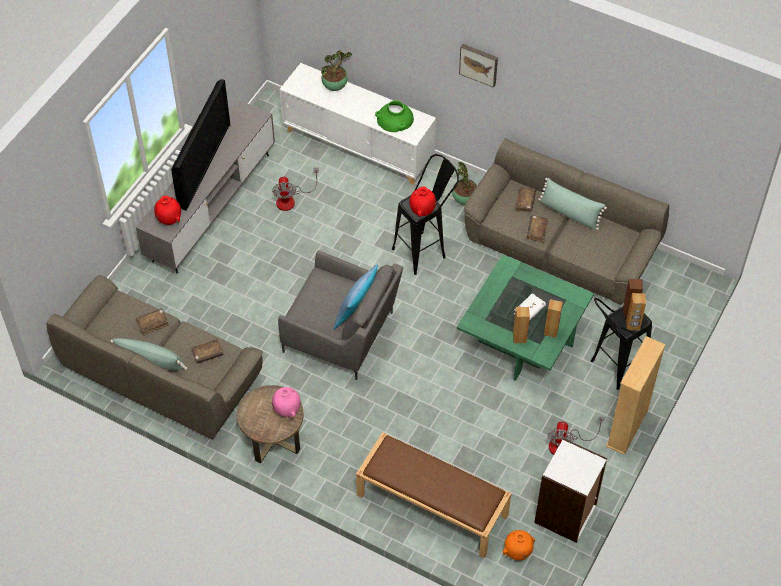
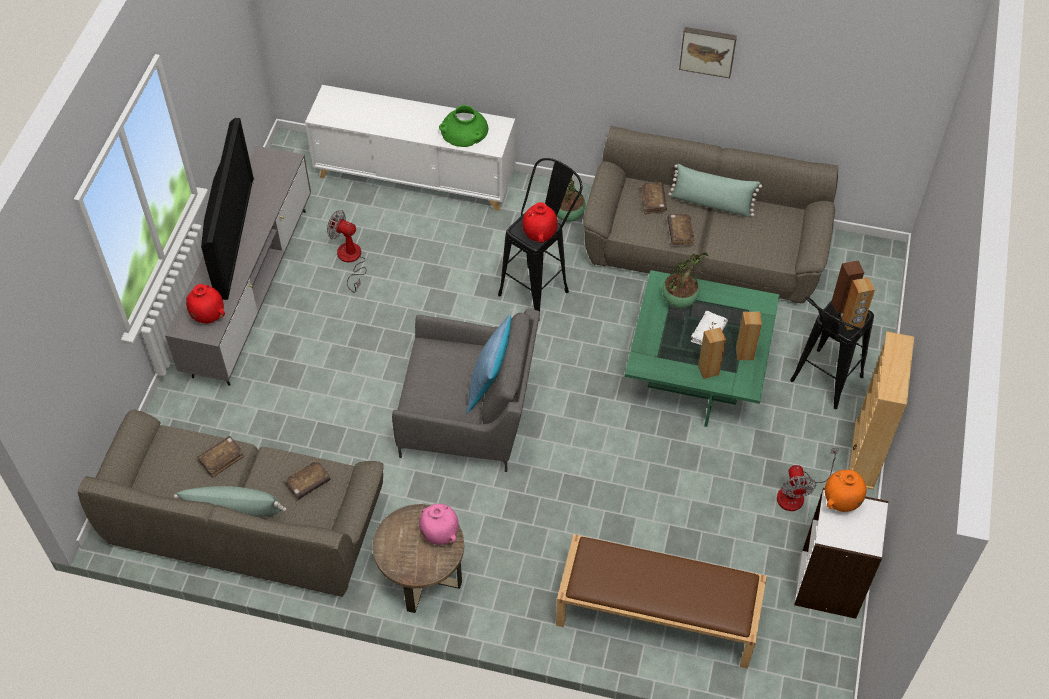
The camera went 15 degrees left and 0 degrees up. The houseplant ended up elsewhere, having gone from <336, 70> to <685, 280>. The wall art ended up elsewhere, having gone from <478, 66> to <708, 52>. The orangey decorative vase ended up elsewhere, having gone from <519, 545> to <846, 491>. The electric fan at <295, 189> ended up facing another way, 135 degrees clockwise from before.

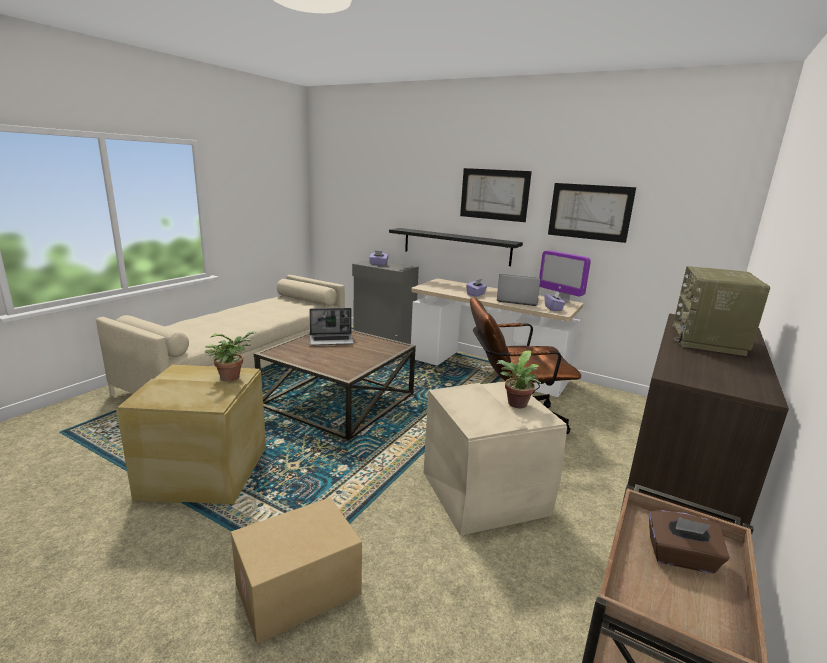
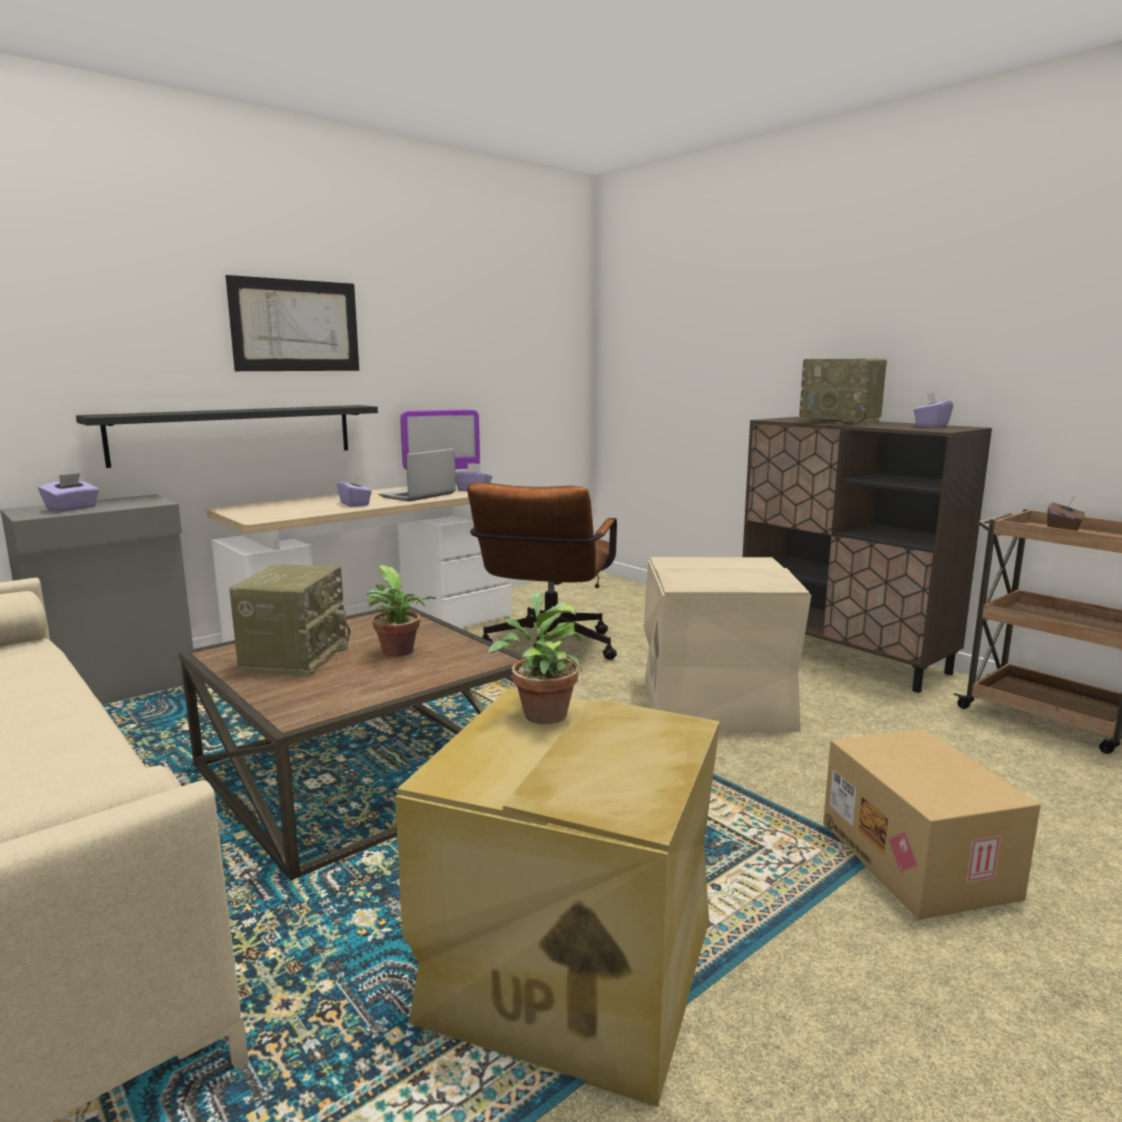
The camera went 70 degrees left and 5 degrees down. The second view lost the wall art at <592, 213>. The second view gained the purple tissue holder at <933, 409>. The houseplant ended up elsewhere, having gone from <518, 379> to <401, 611>. Where the laptop stood at <331, 326>, the radio came to stand at <289, 620>.

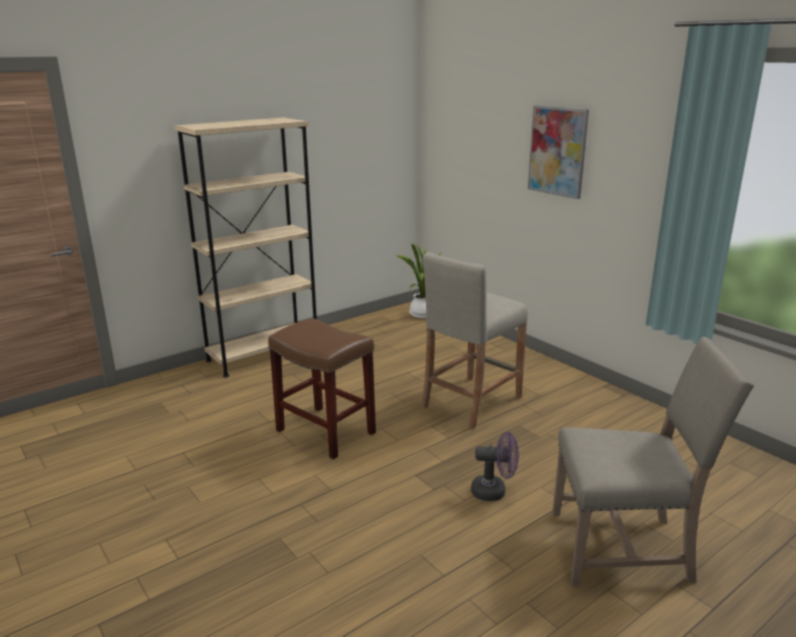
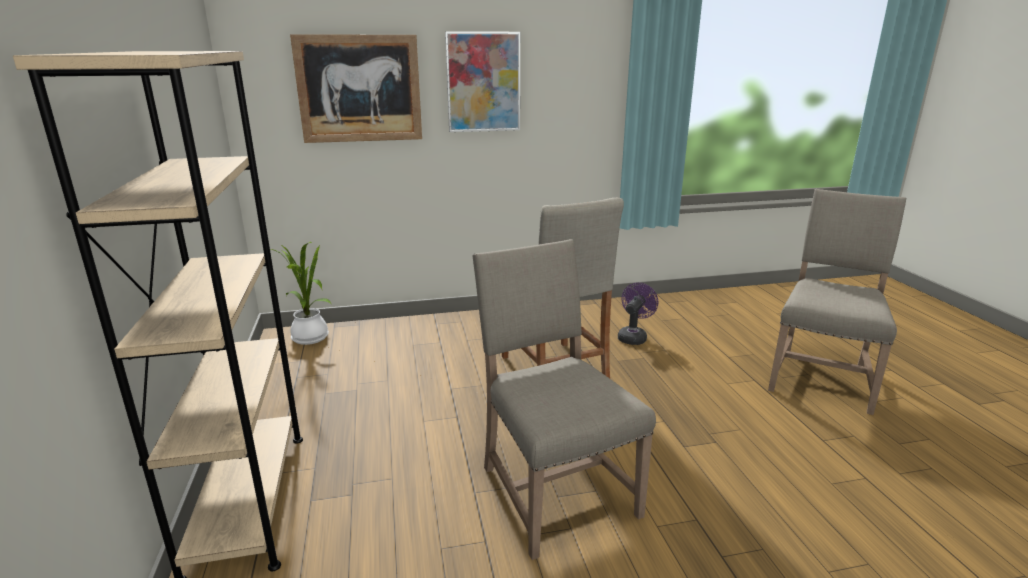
The camera went 65 degrees left and 0 degrees up. The second view gained the wall art at <356, 88>. The purple electric fan ended up elsewhere, having gone from <495, 466> to <638, 314>. Where the brown stool seat stood at <322, 389>, the beige-coloured chair came to stand at <564, 399>.

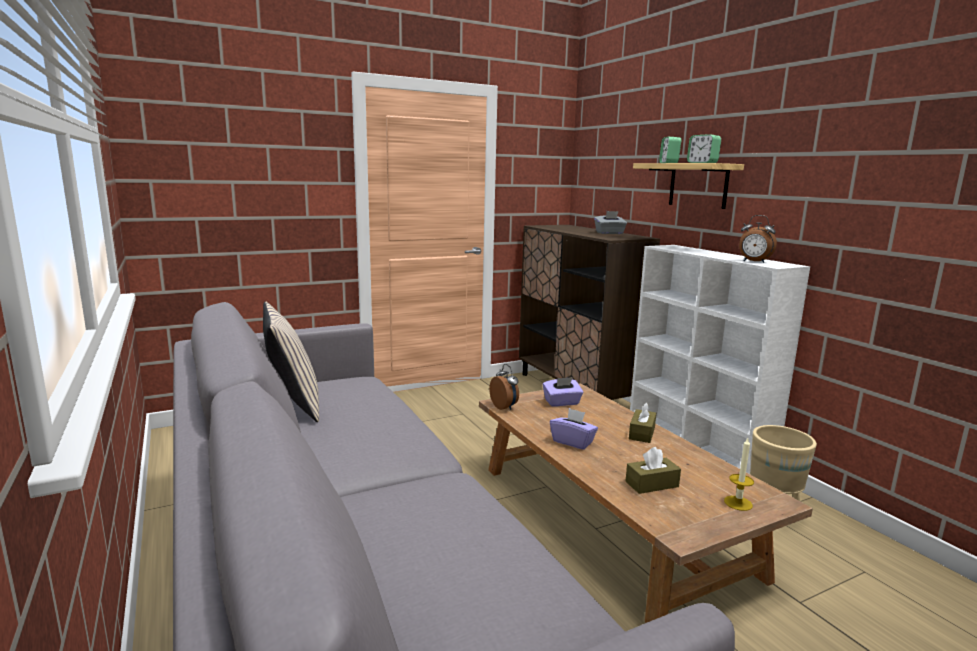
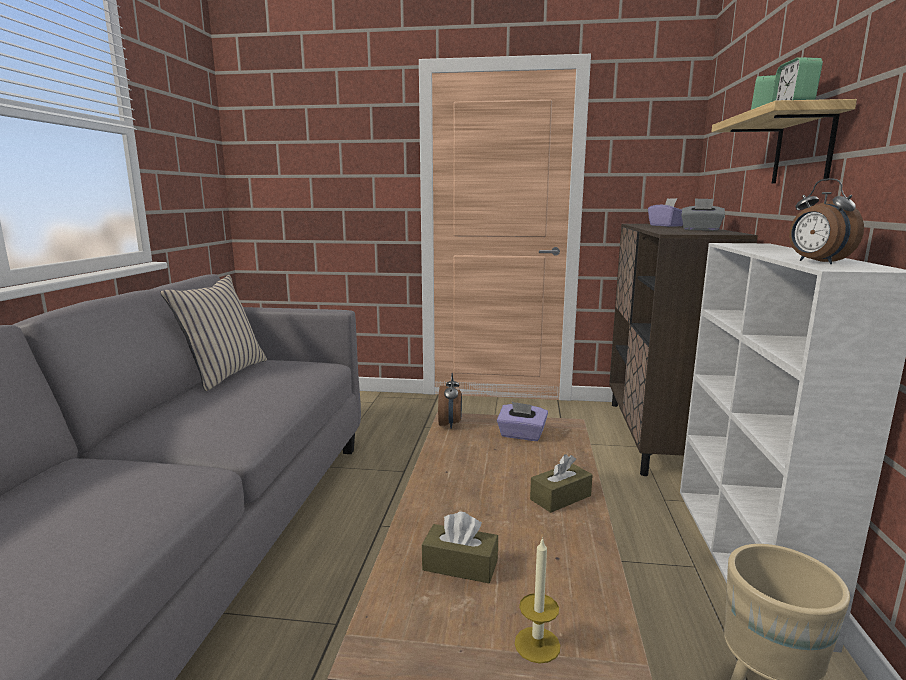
The camera went 35 degrees right and 0 degrees up. The purple tissue holder ended up elsewhere, having gone from <574, 429> to <665, 212>.

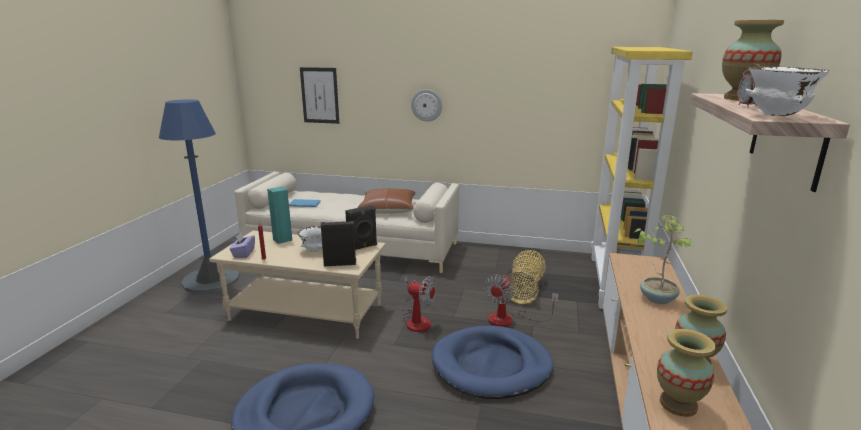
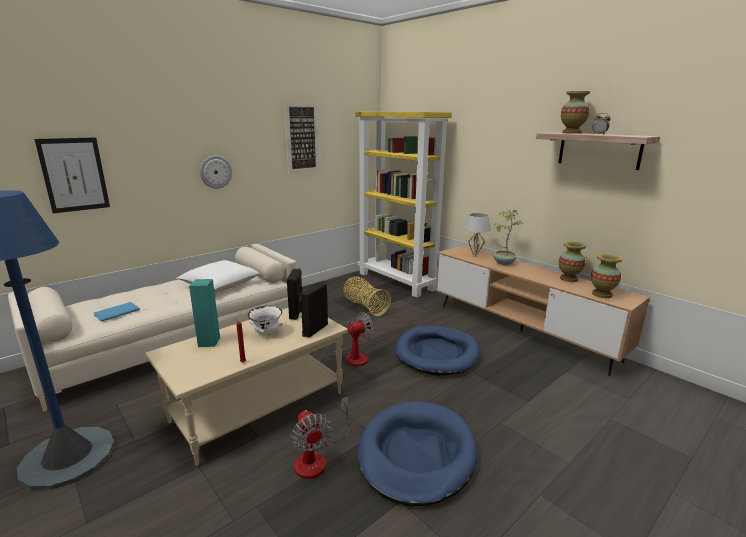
The camera went 55 degrees left and 0 degrees up. The second view lost the purple tissue holder at <242, 245>. The second view lost the white-coloured deep dish at <787, 91>. The second view gained the wall art at <302, 138>. The second view gained the white-coloured lamp for a table at <478, 235>. The electric fan ended up elsewhere, having gone from <521, 301> to <320, 438>. What was the brown cushion at <387, 201> turned into the white-coloured cushion at <218, 276>.

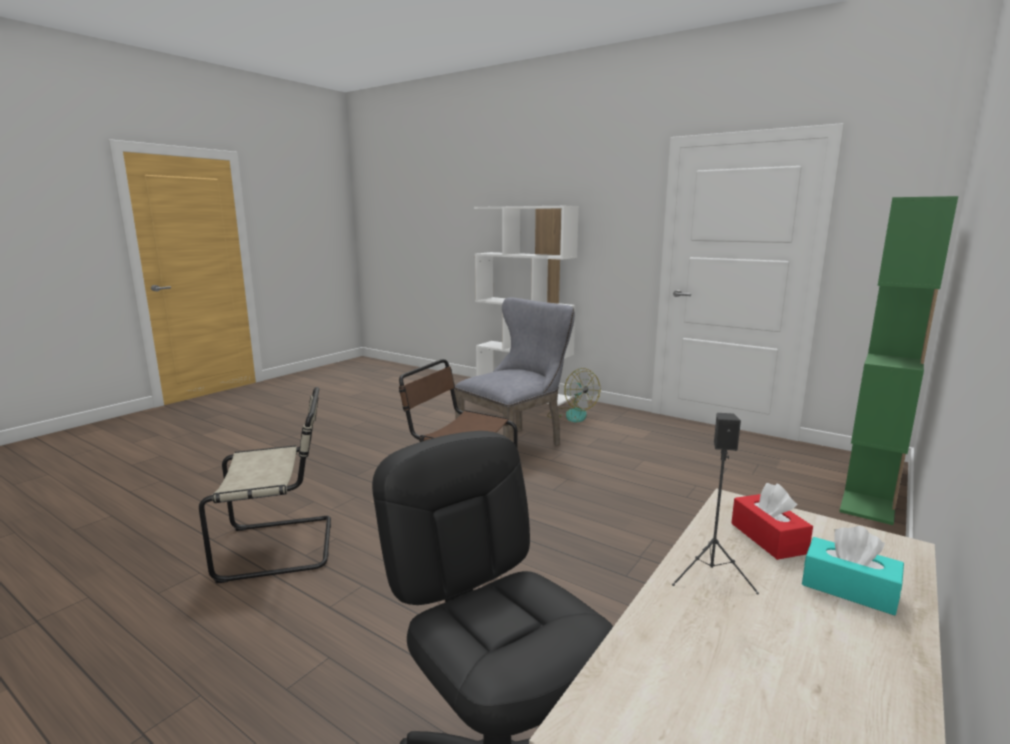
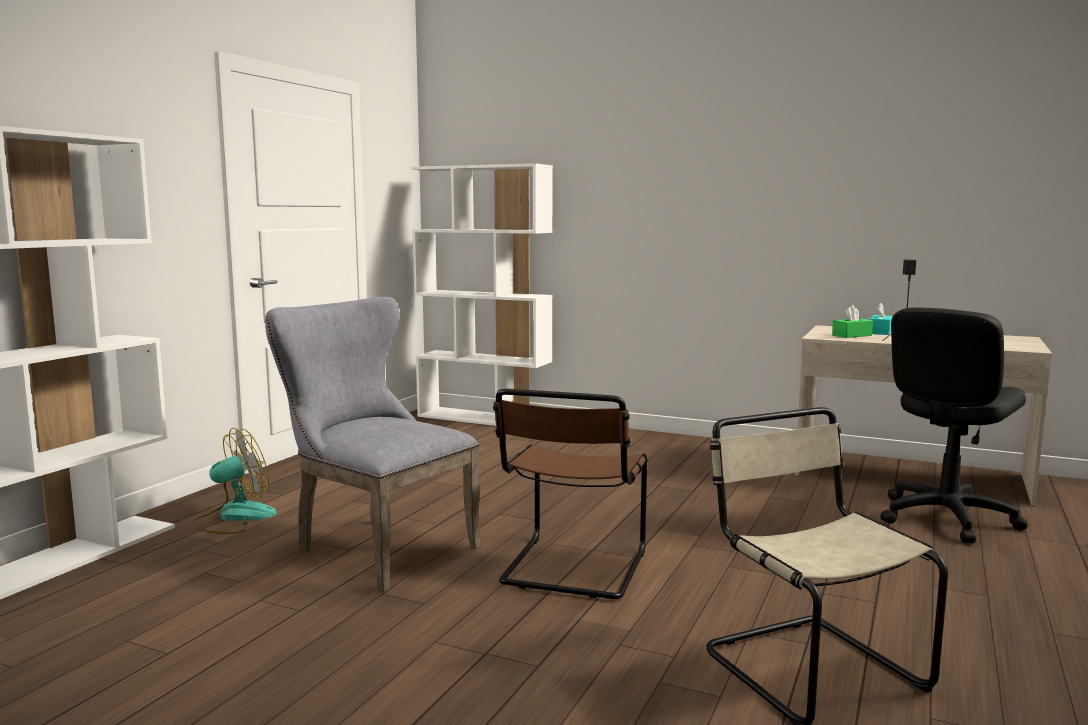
The camera went 100 degrees left and 5 degrees down. What was the red tissue holder at <772, 521> turned into the green tissue holder at <852, 321>. What was the green bookcase at <898, 360> turned into the white-coloured bookcase at <482, 294>.

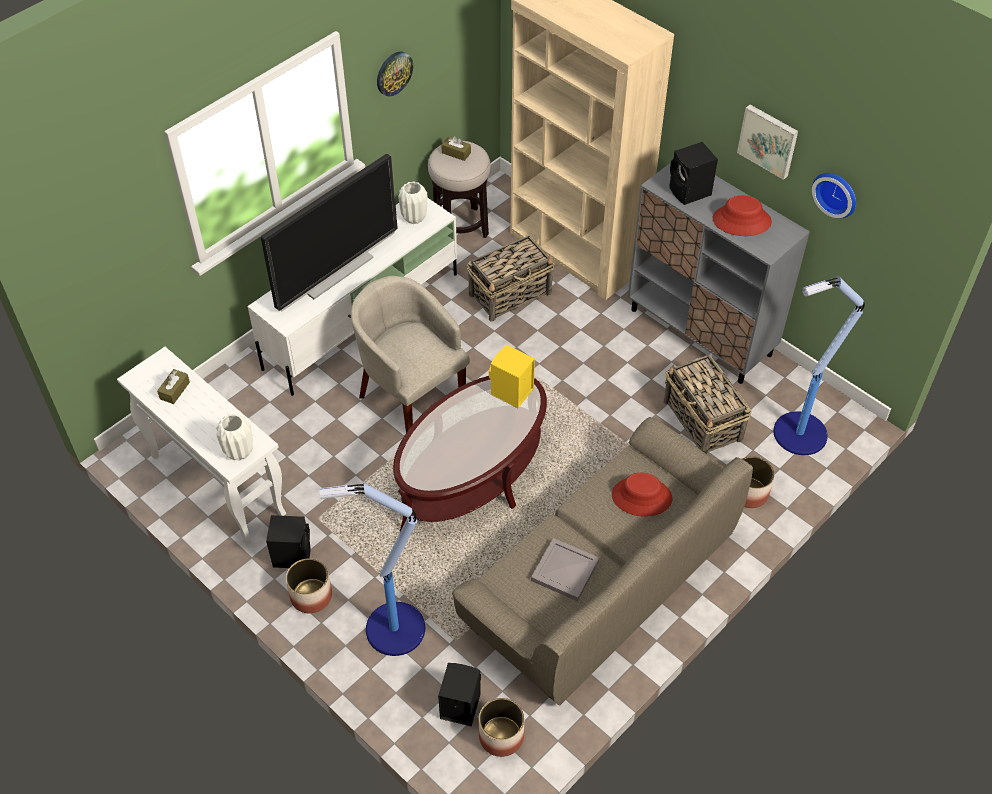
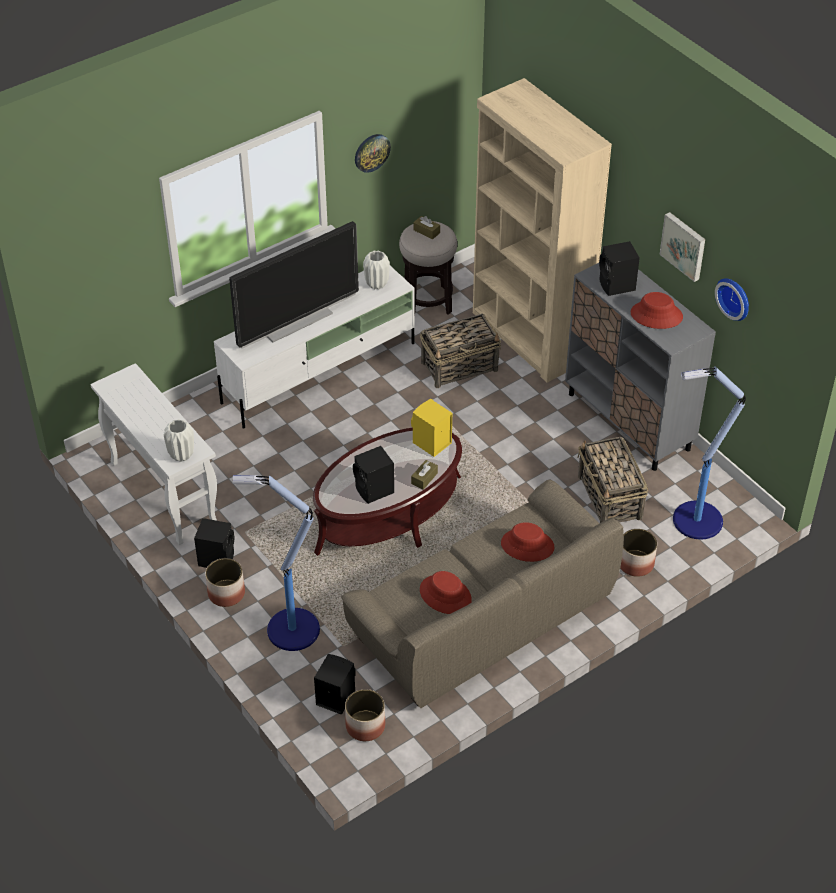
The camera went 10 degrees right and 5 degrees down. The second view lost the beige-coloured armchair at <410, 354>. The second view gained the black speaker at <373, 475>. The brown tissue holder ended up elsewhere, having gone from <173, 386> to <424, 475>. Where the grey tray stood at <565, 569>, the red hat came to stand at <446, 592>.

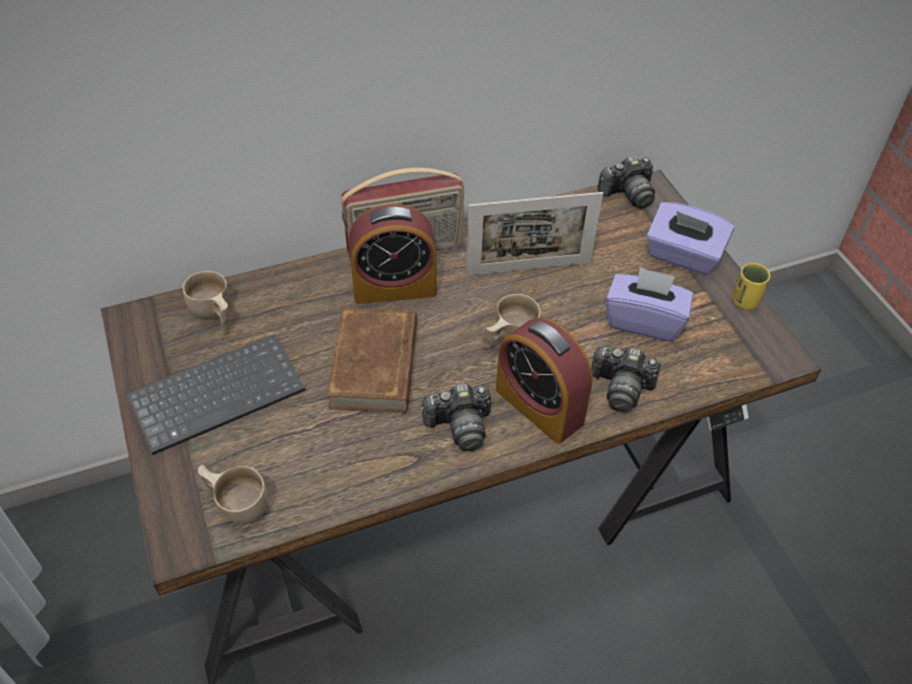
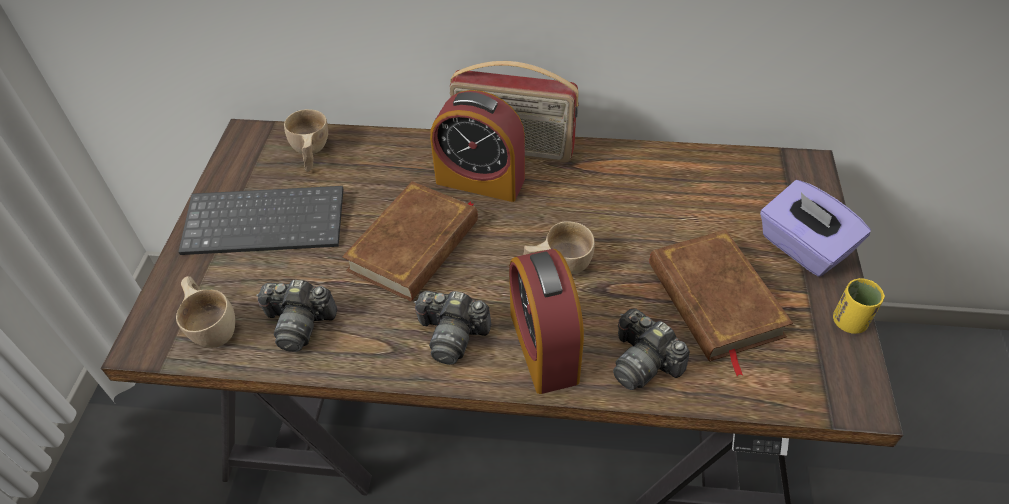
The camera went 30 degrees right and 0 degrees up. The second view lost the standing frame at <534, 234>. The still camera ended up elsewhere, having gone from <626, 182> to <296, 316>. Where the purple tissue holder stood at <649, 304>, the brown book came to stand at <721, 303>.

